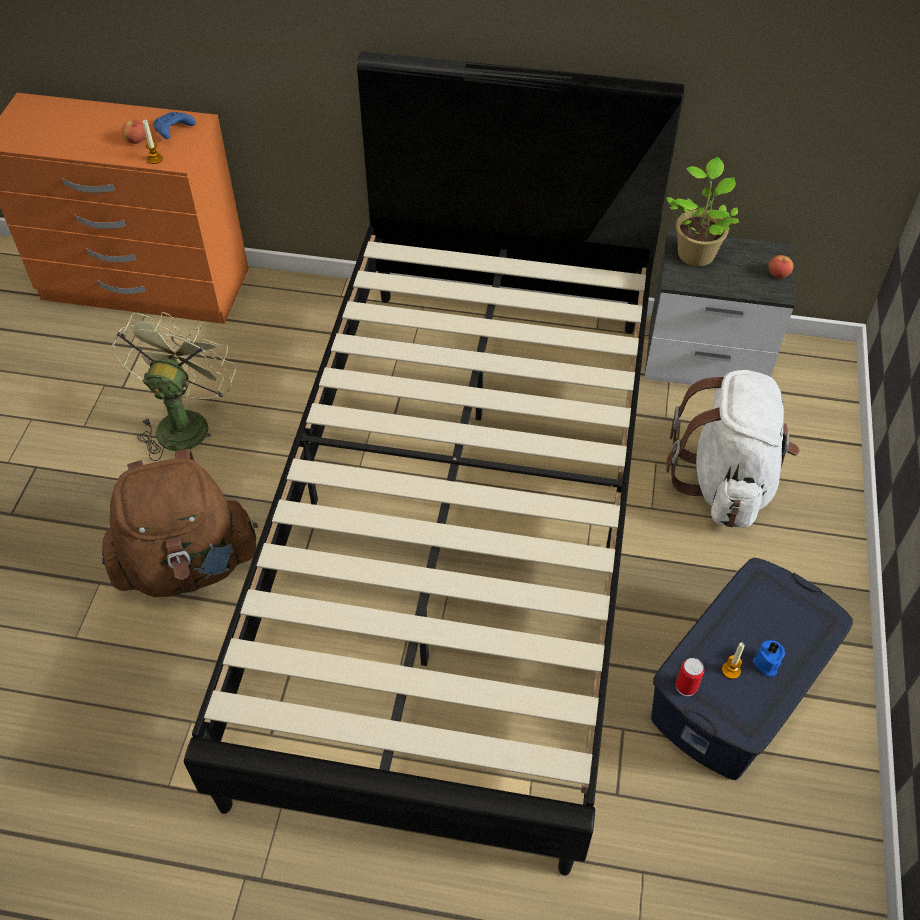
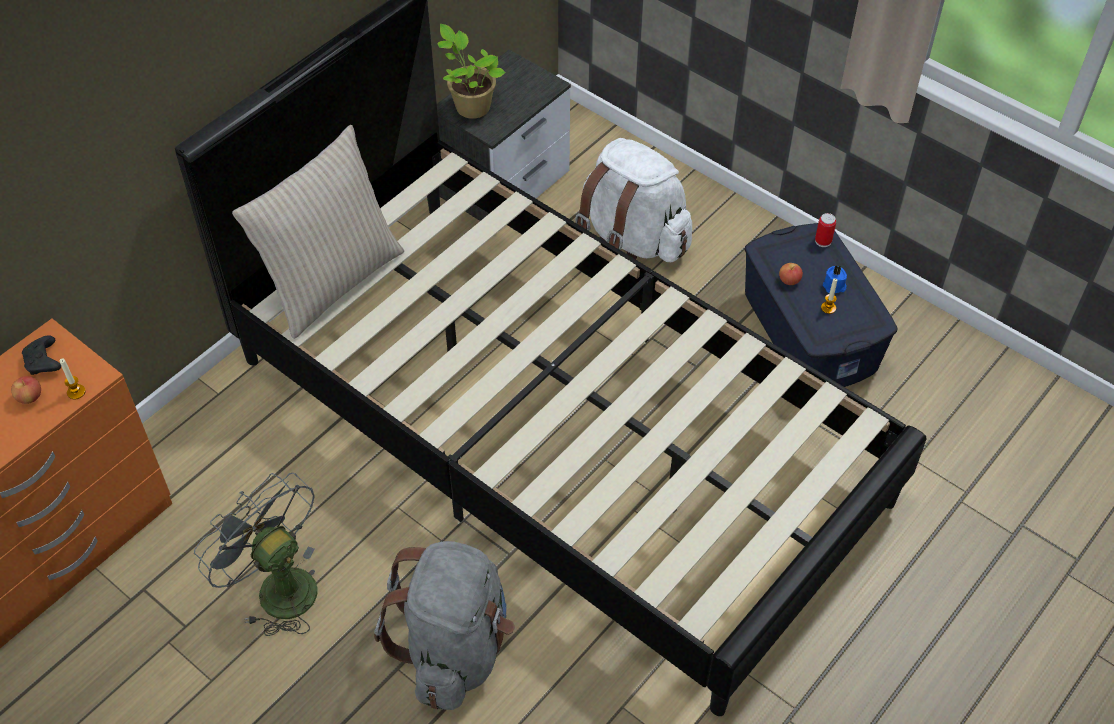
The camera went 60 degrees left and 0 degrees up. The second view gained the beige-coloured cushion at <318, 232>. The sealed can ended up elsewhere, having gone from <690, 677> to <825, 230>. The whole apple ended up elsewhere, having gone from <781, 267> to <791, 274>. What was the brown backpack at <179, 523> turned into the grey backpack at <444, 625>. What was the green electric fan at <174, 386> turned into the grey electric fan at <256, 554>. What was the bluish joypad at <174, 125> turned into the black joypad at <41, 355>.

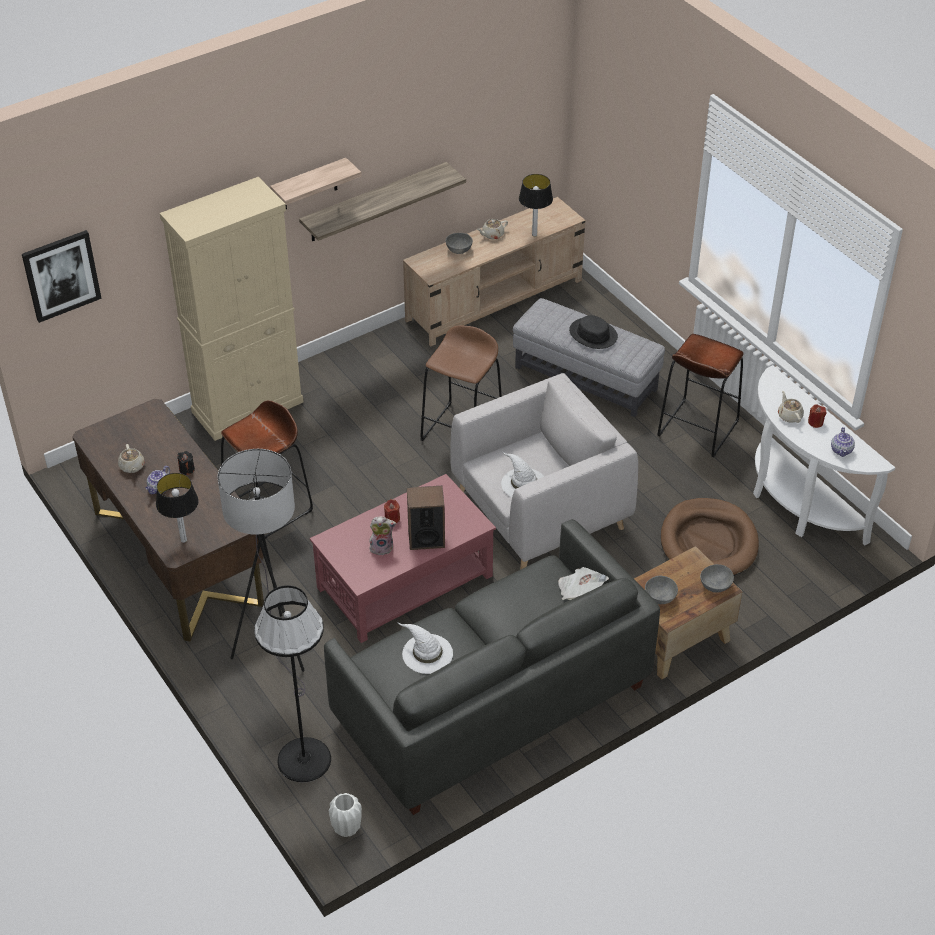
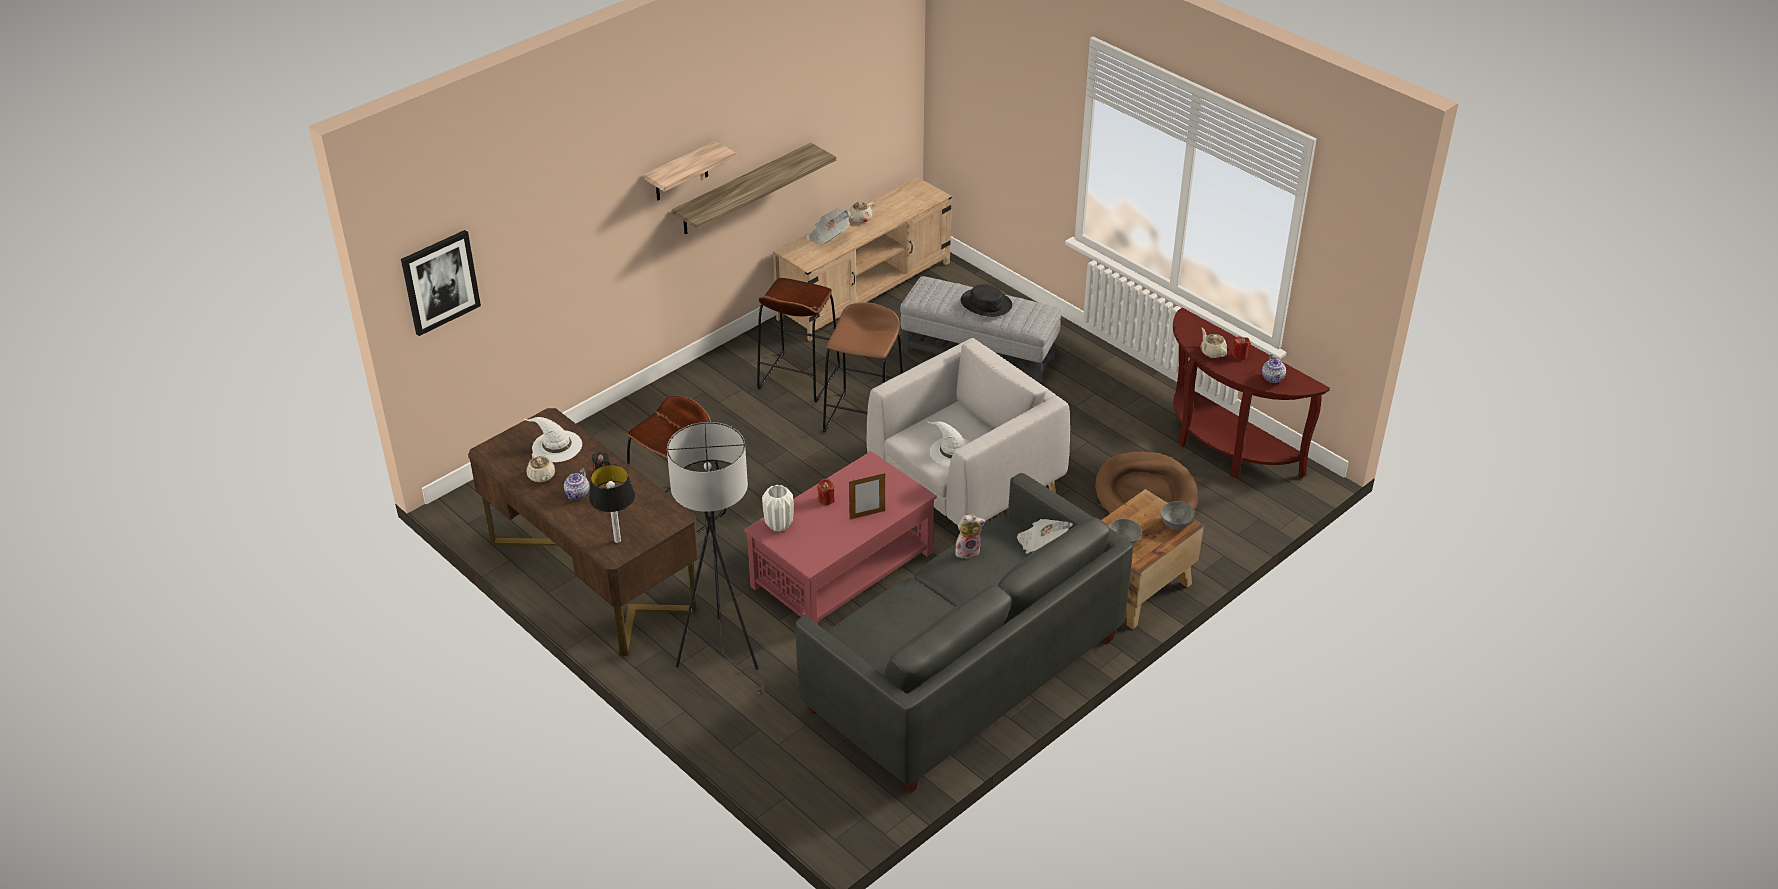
The camera went 10 degrees left and 5 degrees down. The second view lost the beige-coloured cupboard at <232, 309>. The second view lost the black standing lamp at <292, 683>. The second view lost the lamp for a table at <536, 205>. The white-coloured decorative vase ended up elsewhere, having gone from <345, 815> to <778, 508>. The plush toy ended up elsewhere, having gone from <382, 536> to <970, 536>. The white-coloured hat ended up elsewhere, having gone from <425, 648> to <552, 439>. The brown stool seat ended up elsewhere, having gone from <700, 395> to <798, 340>. Where the speaker stood at <426, 518>, the standing frame came to stand at <867, 496>. Where the grey deep dish stood at <459, 243>, the newspaper came to stand at <828, 227>. What was the white-coloured console table at <824, 455> turned into the brown console table at <1251, 393>.

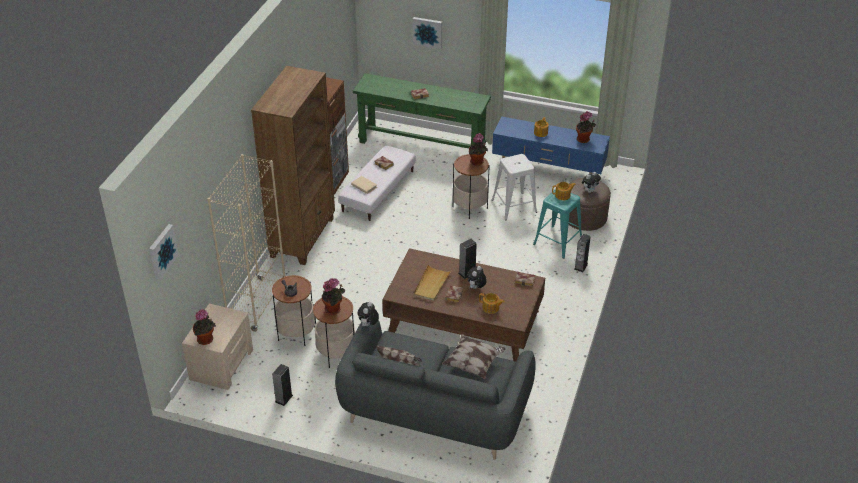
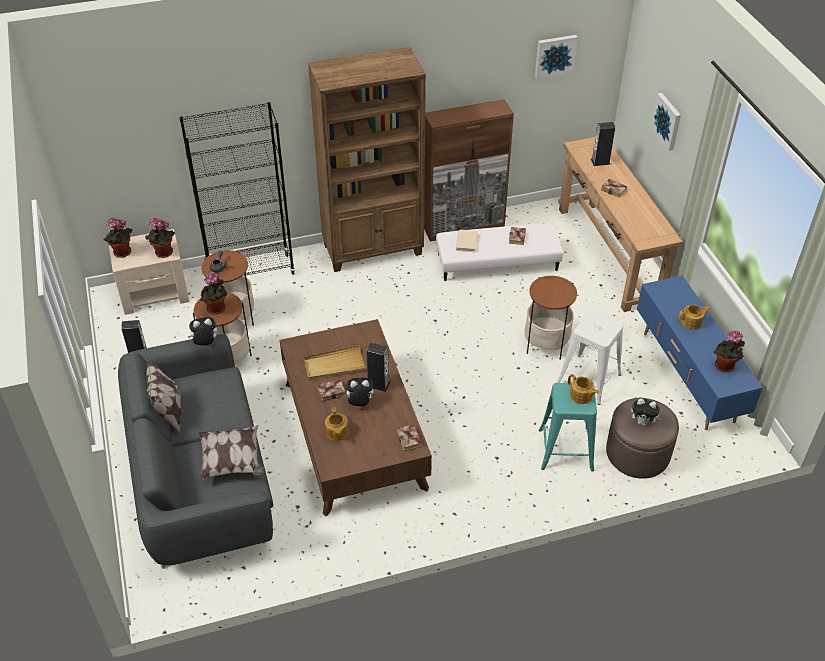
The camera went 55 degrees right and 5 degrees up. The wall art ended up elsewhere, having gone from <164, 252> to <556, 57>. The houseplant ended up elsewhere, having gone from <478, 149> to <160, 238>. The speaker ended up elsewhere, having gone from <582, 253> to <603, 144>. What was the beige-coloured bookcase at <246, 243> turned into the black bookcase at <237, 189>. What was the green console table at <422, 110> turned into the brown console table at <620, 224>.

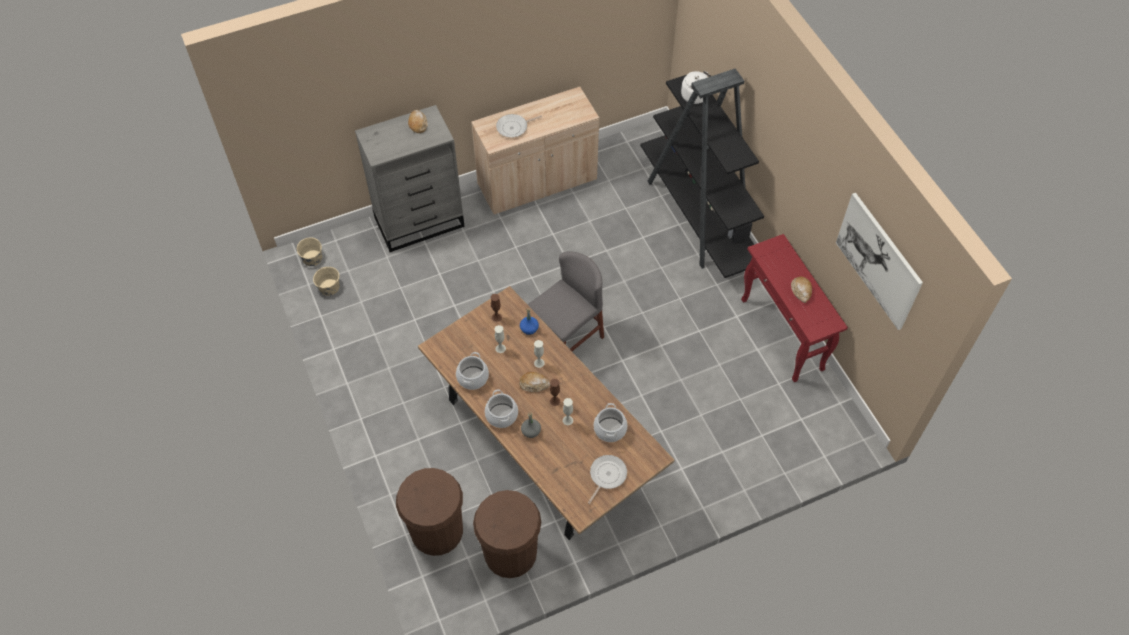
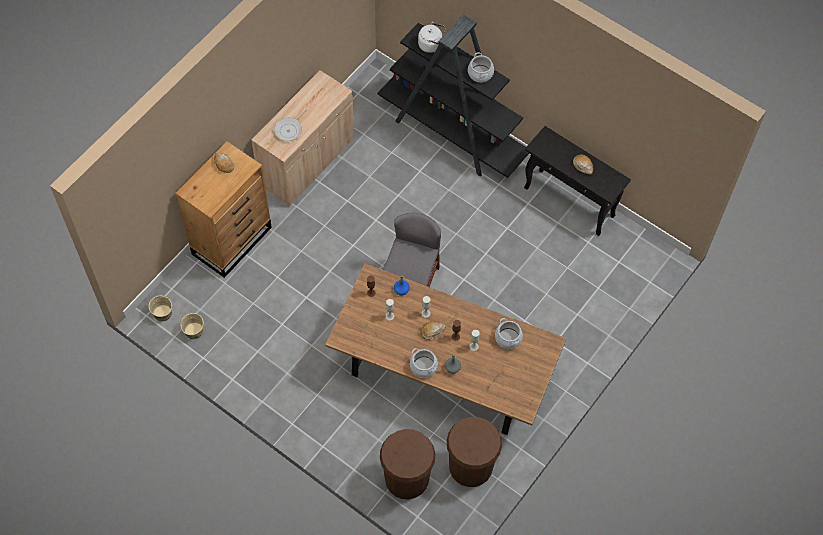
The camera went 30 degrees left and 5 degrees up. The second view lost the skillet at <607, 479>. The second view lost the wall art at <879, 261>. The saucepot ended up elsewhere, having gone from <472, 371> to <481, 67>. What was the grey dresser at <410, 178> turned into the brown dresser at <224, 209>. What was the red console table at <794, 308> turned into the black console table at <577, 181>.

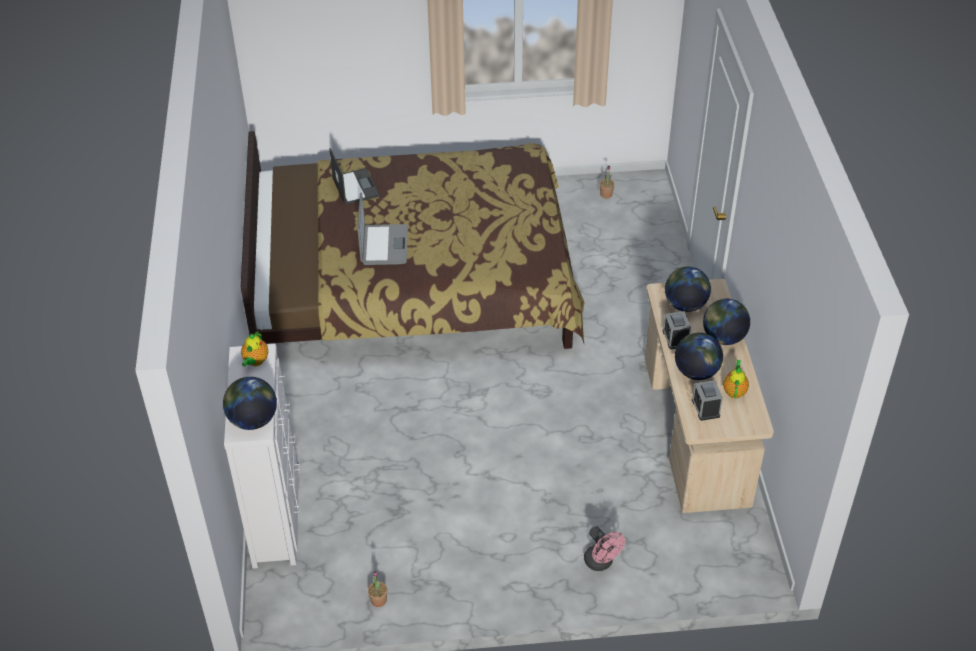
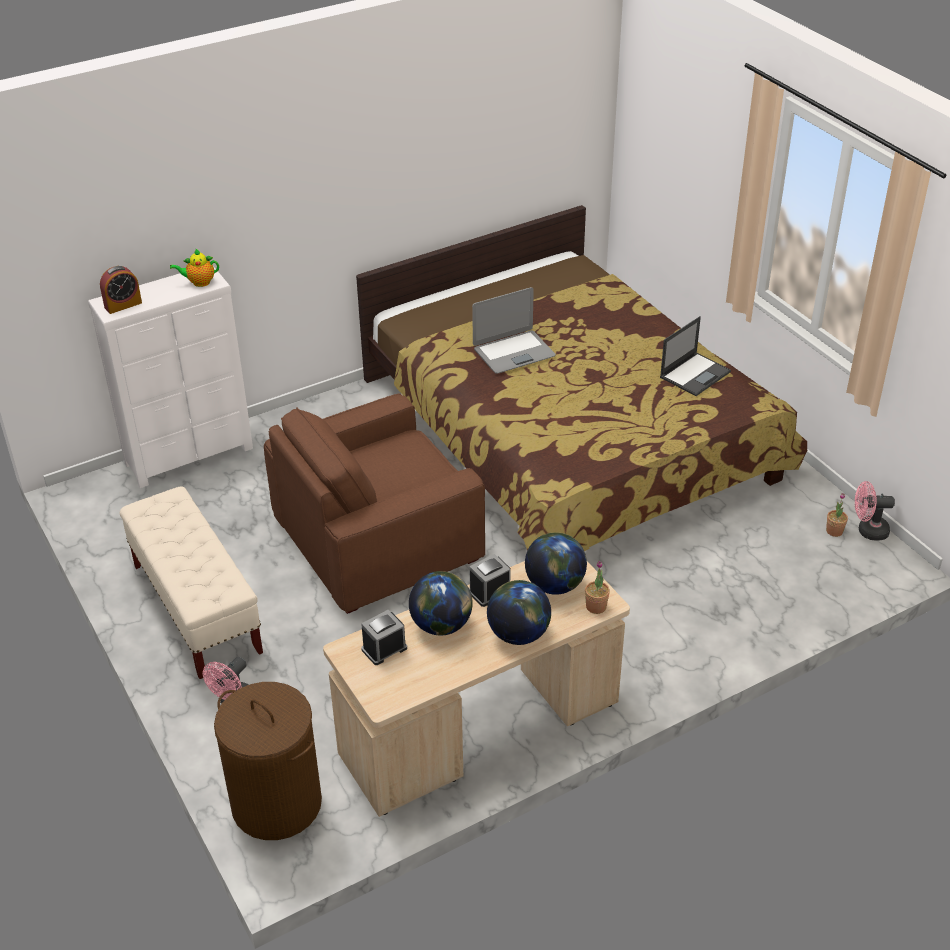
The camera went 65 degrees right and 5 degrees down. The second view lost the tea pot at <736, 379>. The second view gained the beige-coloured bench at <191, 582>. The second view gained the brown washing basket at <268, 761>. The second view gained the brown armchair at <374, 504>. The second view gained the pink-coloured electric fan at <875, 511>. The laptop ended up elsewhere, having gone from <354, 176> to <695, 356>. The houseplant ended up elsewhere, having gone from <377, 589> to <597, 587>. Where the desk globe stood at <250, 403>, the bedside clock came to stand at <121, 290>.

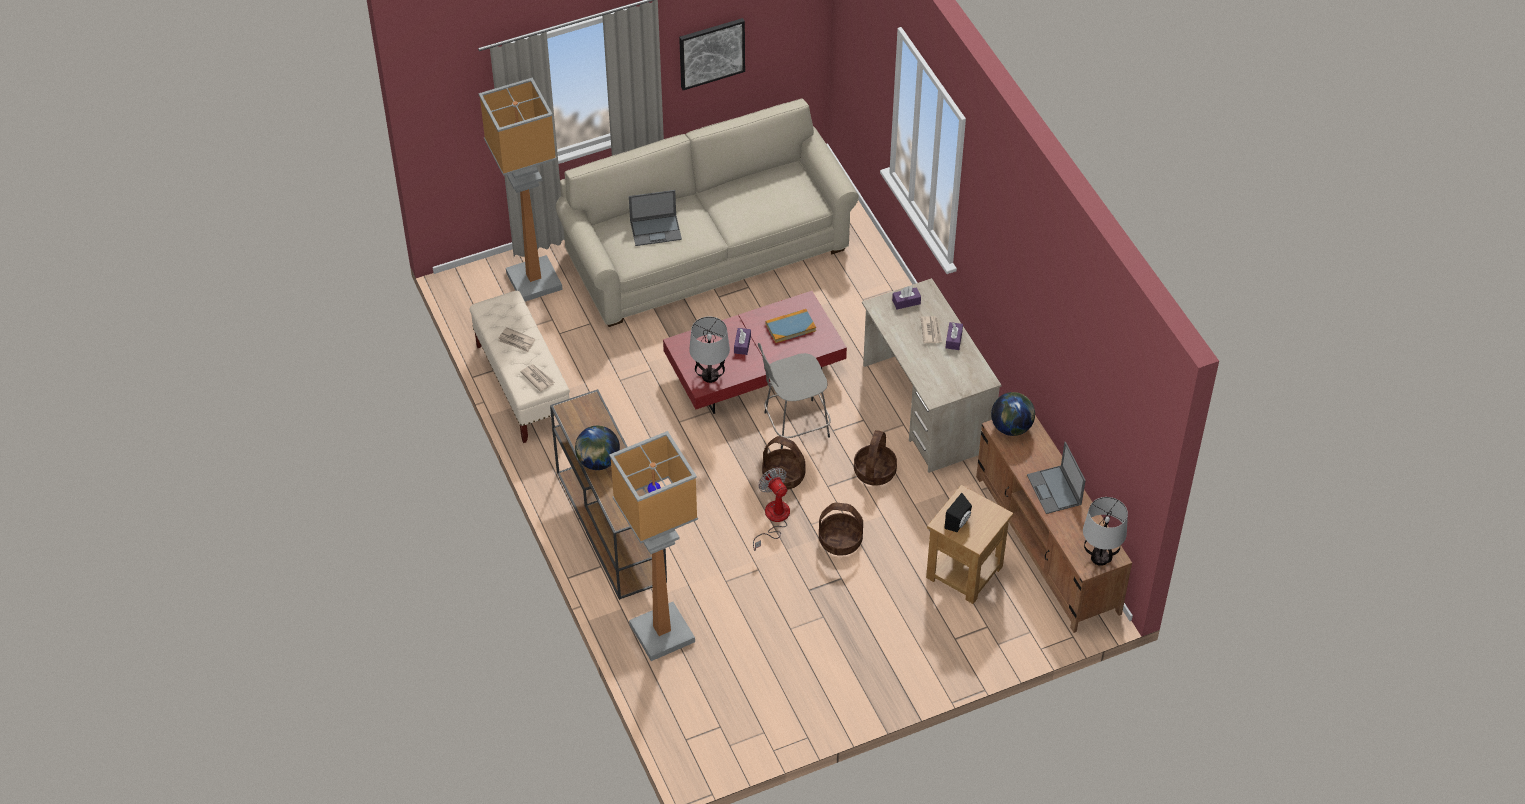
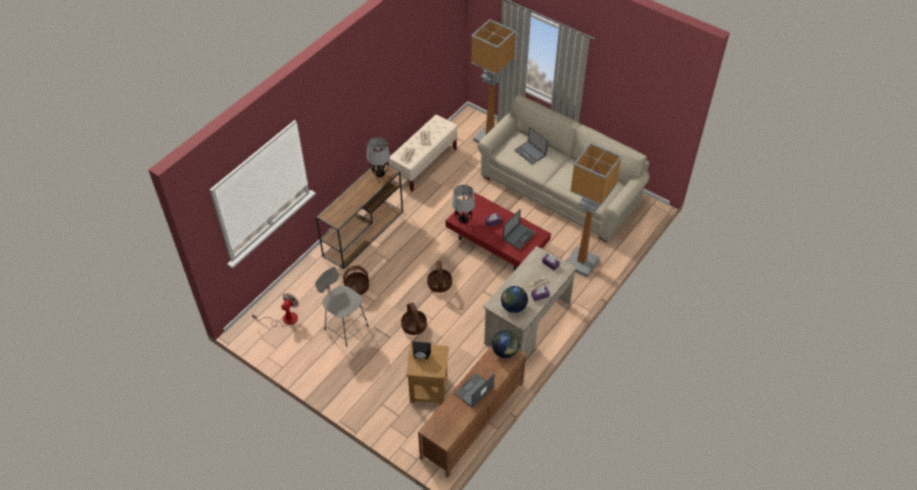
The camera went 60 degrees right and 0 degrees up. The second view lost the wall art at <712, 54>. The desk globe ended up elsewhere, having gone from <597, 448> to <514, 299>. The standing lamp ended up elsewhere, having gone from <653, 546> to <594, 209>. The electric fan ended up elsewhere, having gone from <771, 509> to <275, 310>. The grey stool seat ended up elsewhere, having gone from <794, 396> to <342, 306>. The storage basket ended up elsewhere, having gone from <875, 458> to <356, 280>. The lamp for a table ended up elsewhere, having gone from <1105, 531> to <378, 157>. Where the book stood at <790, 326>, the laptop came to stand at <519, 229>.

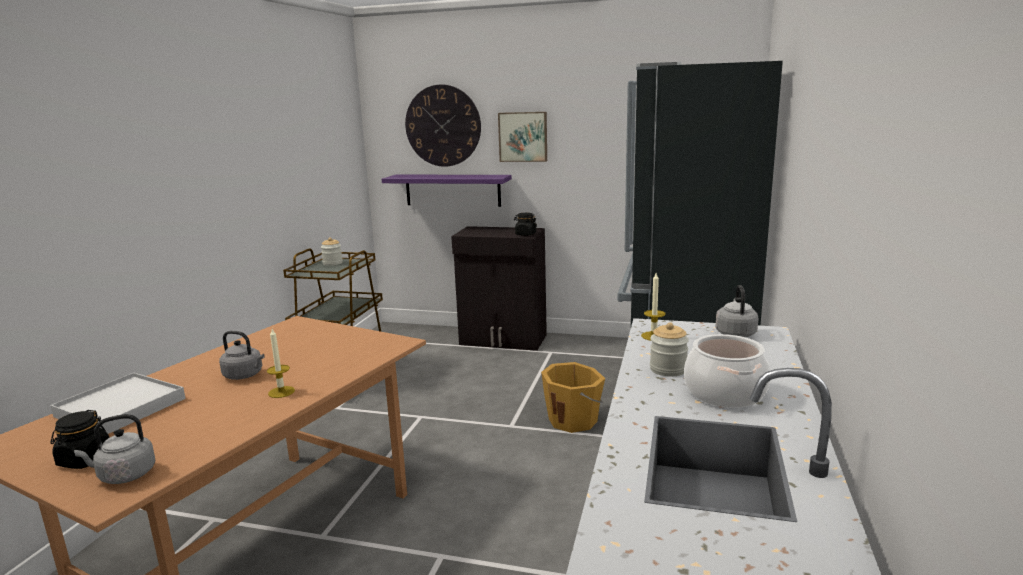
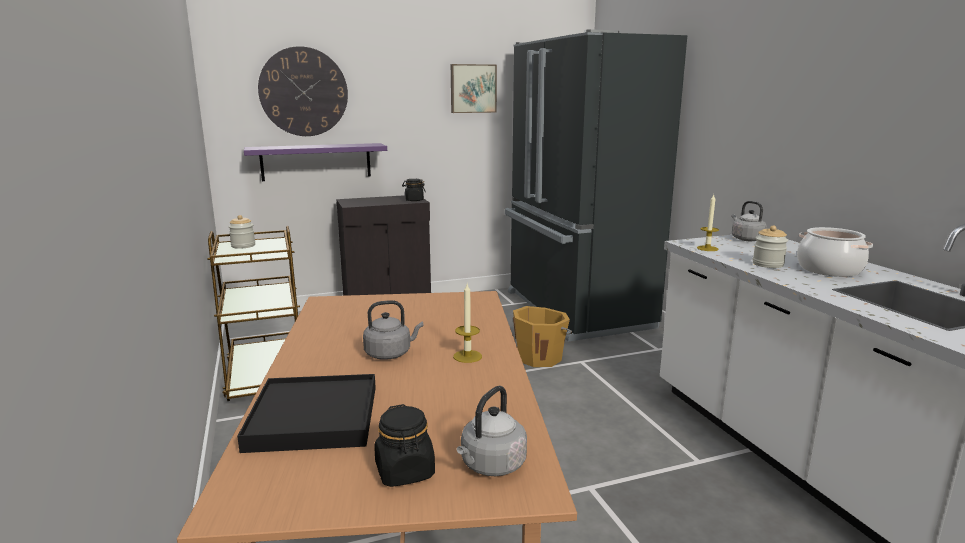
The camera went 35 degrees left and 0 degrees up. The wall art ended up elsewhere, having gone from <522, 137> to <474, 88>. What was the white-coloured tray at <118, 403> turned into the black tray at <306, 413>.

